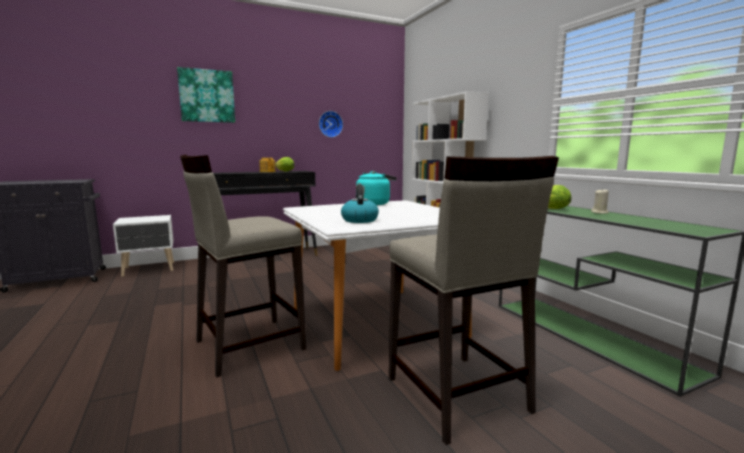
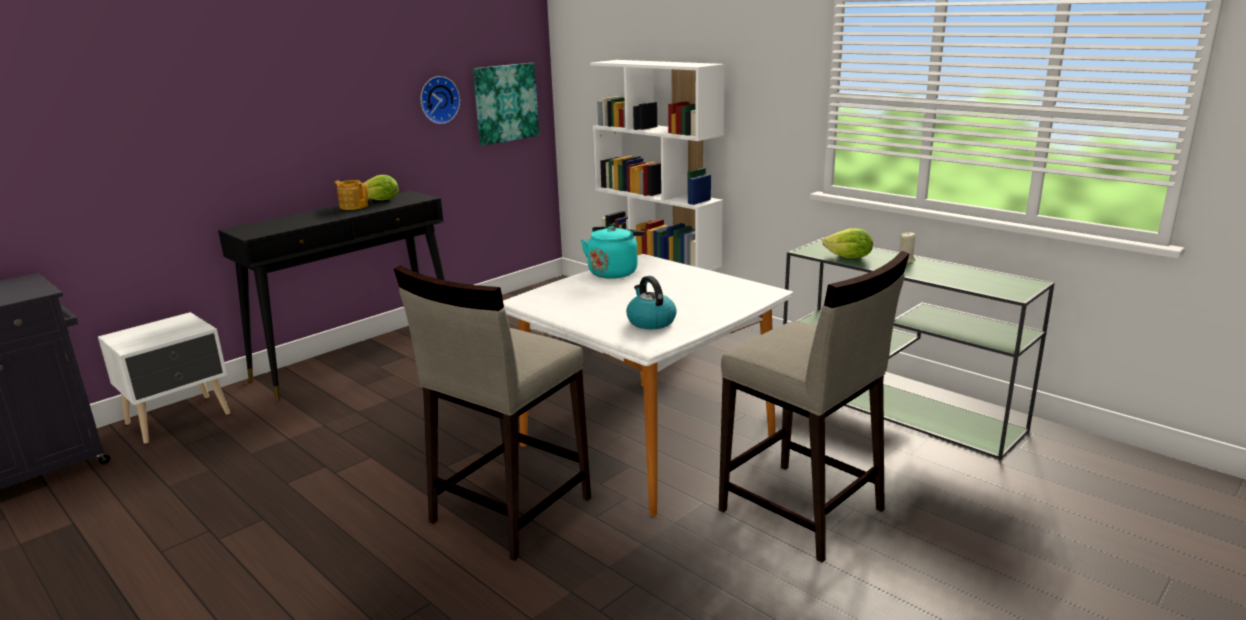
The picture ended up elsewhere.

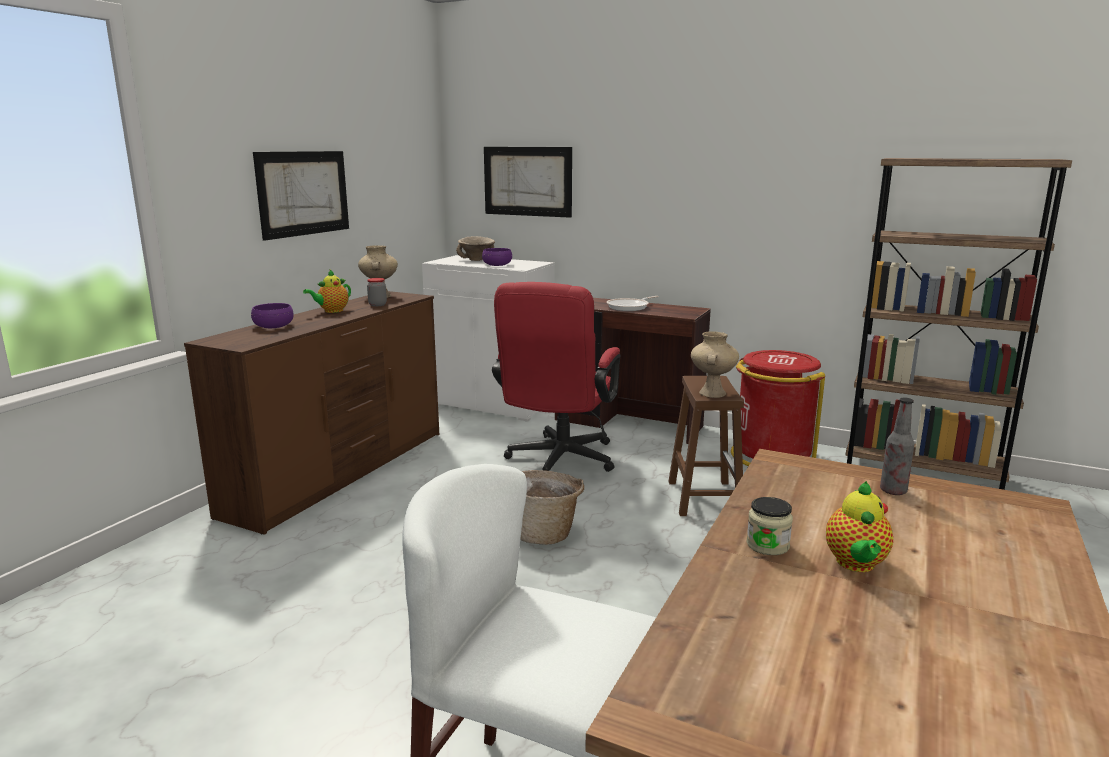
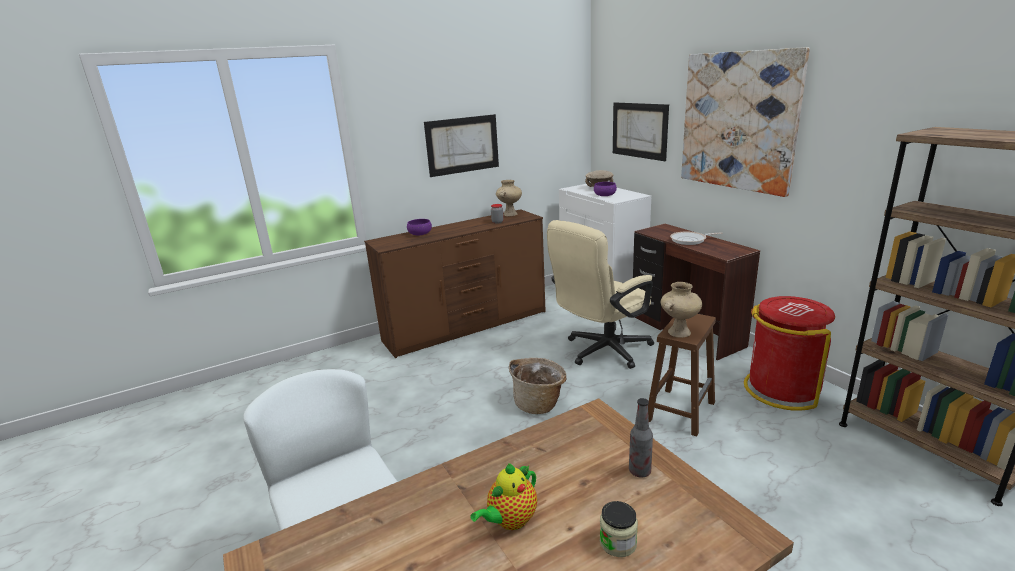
What was the red office chair turned into the beige office chair.
The jar (no. 2 from left) ended up elsewhere.
The second view gained the picture (no. 3 from left).
The second view lost the teapot (no. 1 from left).

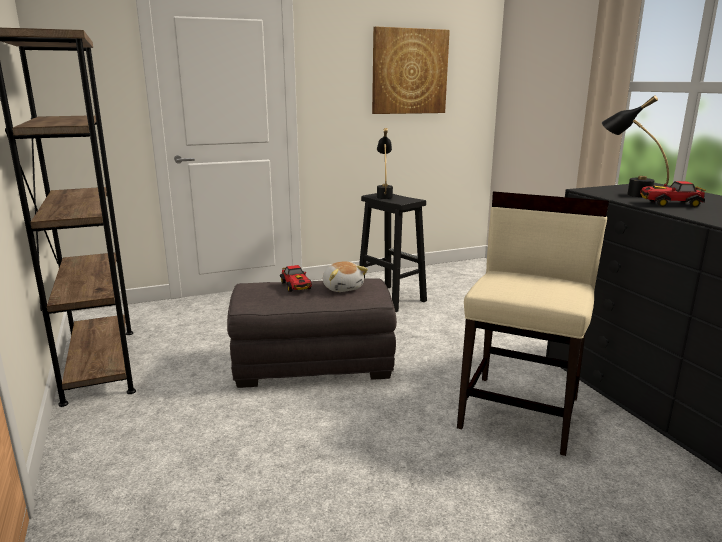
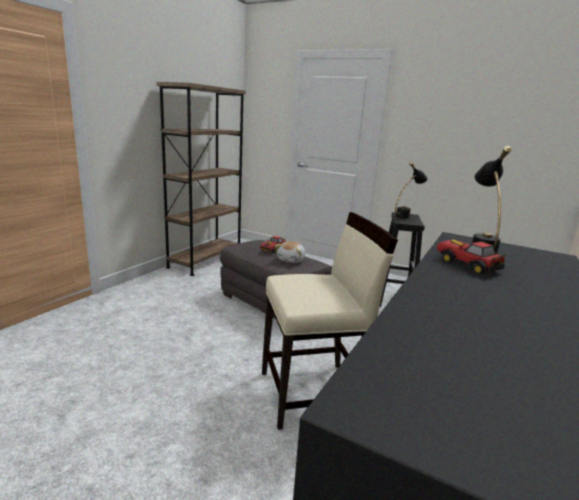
The second view lost the picture.

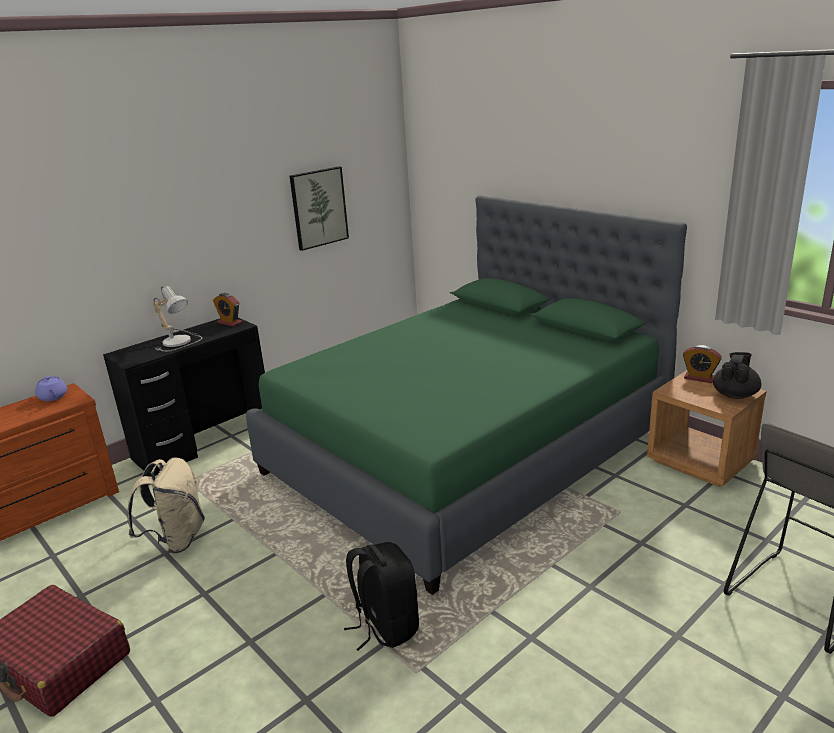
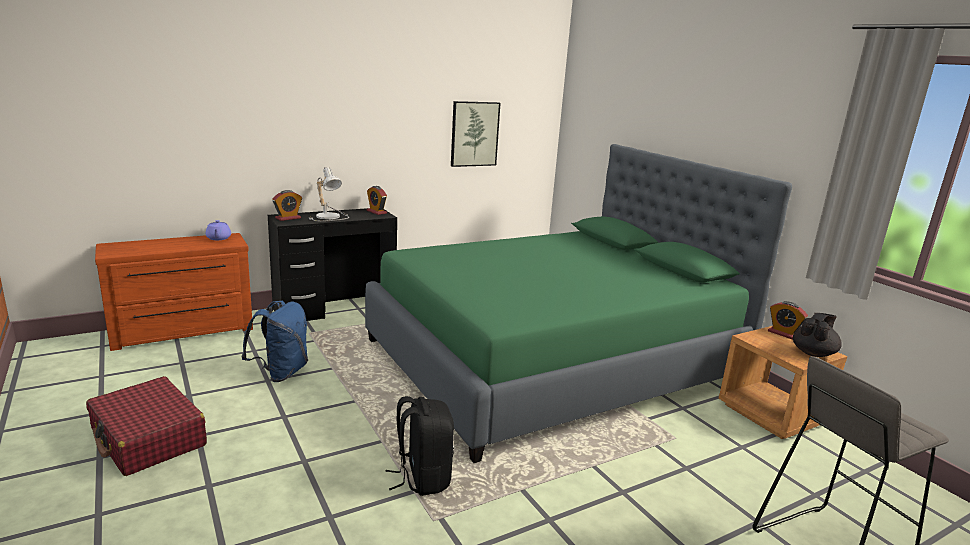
What was the beige backpack turned into the blue backpack.
The second view gained the alarm clock (no. 1 from left).

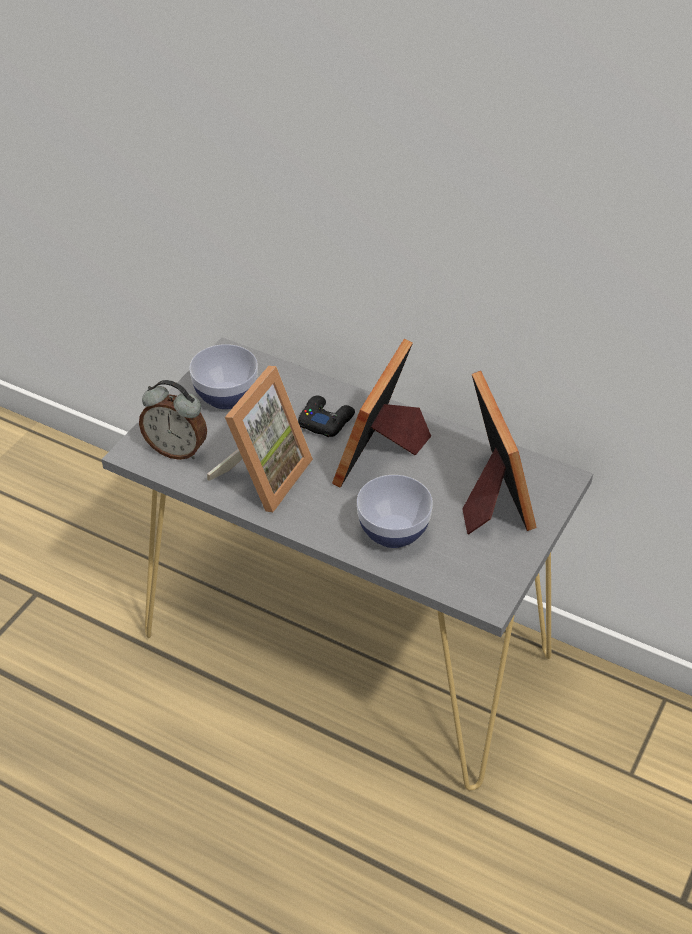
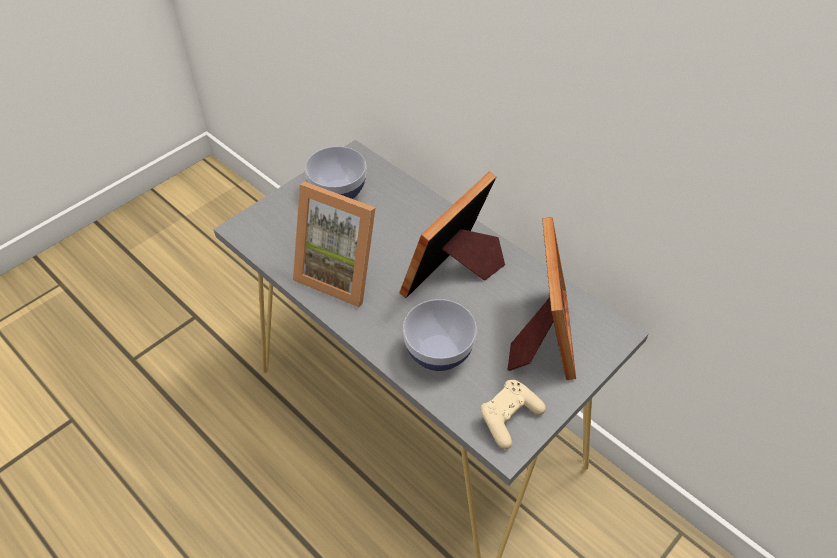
The picture frame (no. 1 from left) ended up facing another way, 75 degrees clockwise from before.
The second view gained the beige game controller.
The second view lost the alarm clock.
The second view lost the black game controller.

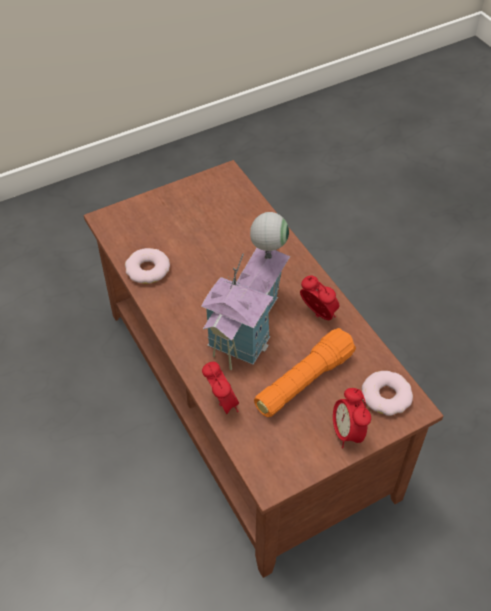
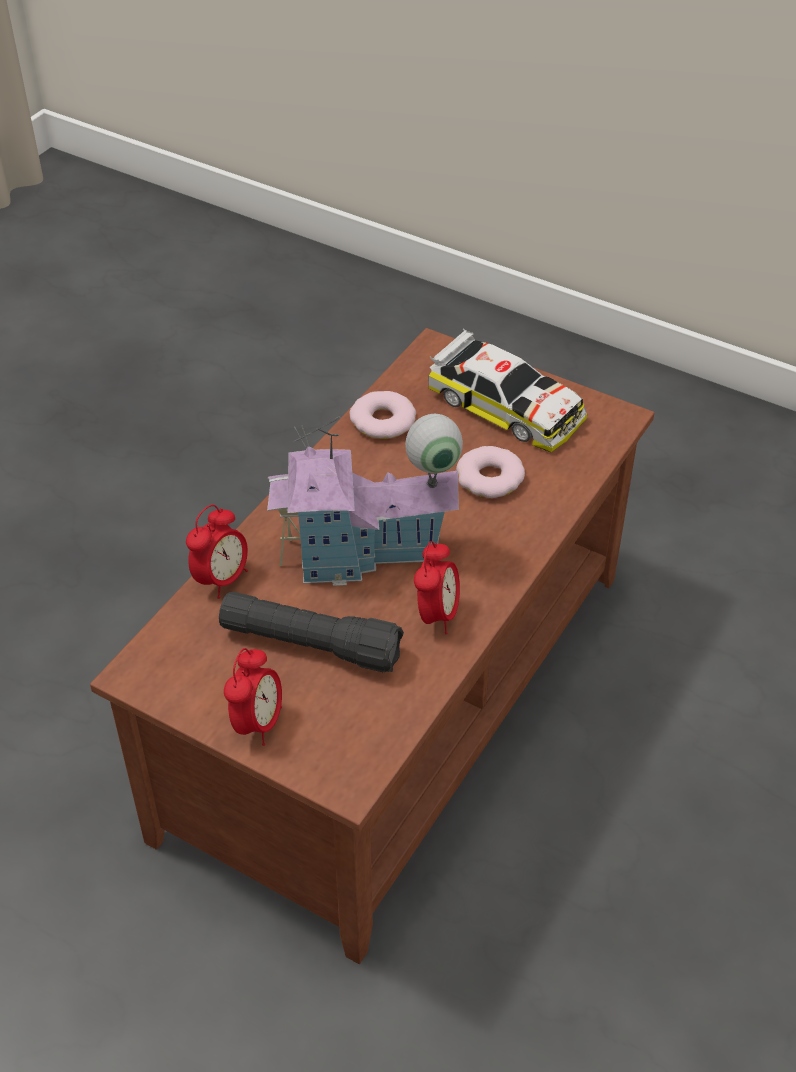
What was the orange flashlight turned into the black flashlight.
The alarm clock (no. 3 from left in the first image) ended up facing another way, 150 degrees clockwise from before.
The second view gained the toy car.
The donut (no. 2 from left) ended up elsewhere.

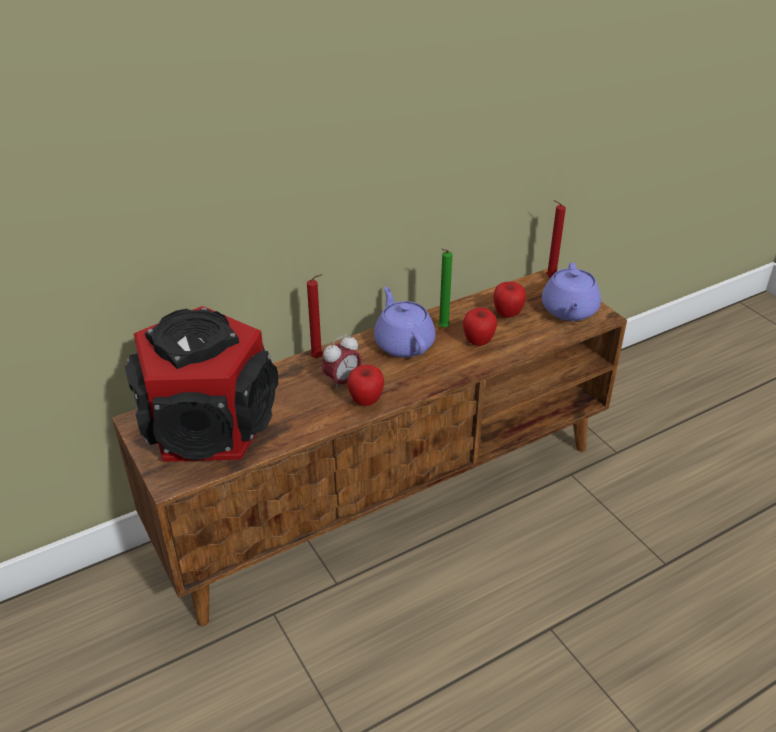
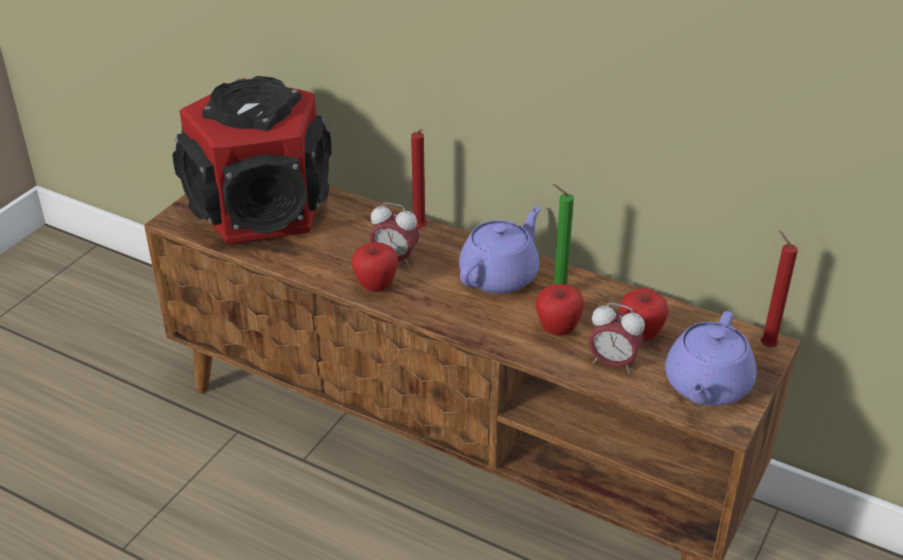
The second view gained the alarm clock (no. 2 from left).
The purple teapot (no. 2 from left) ended up facing another way, 45 degrees counterclockwise from before.

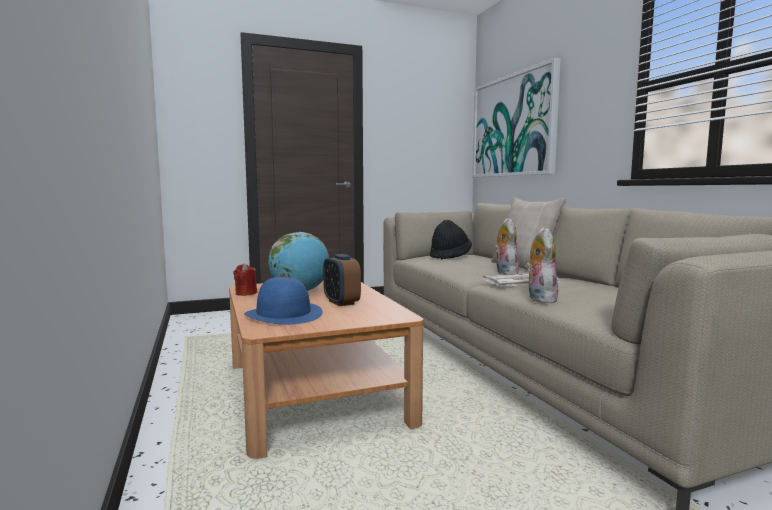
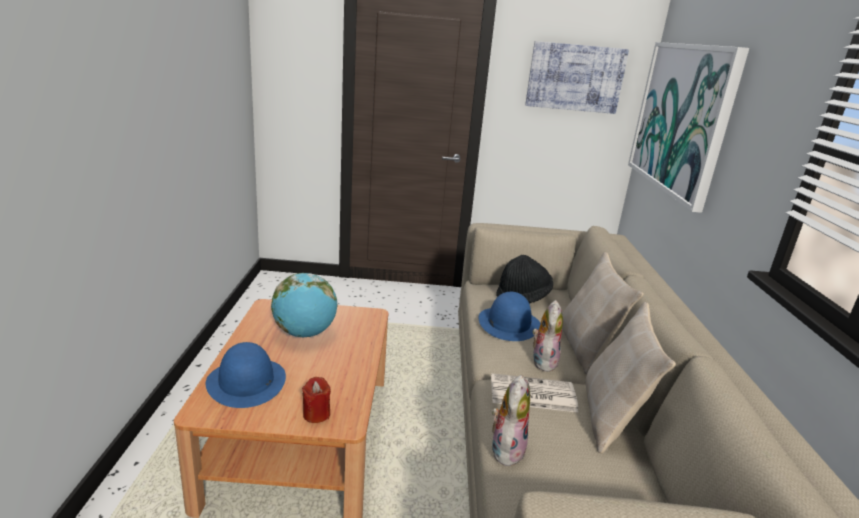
The red candle ended up elsewhere.
The second view gained the blue hat (no. 2 from left).
The second view gained the picture (no. 1 from left).
The second view gained the beige pillow (no. 2 from left).
The second view lost the alarm clock.

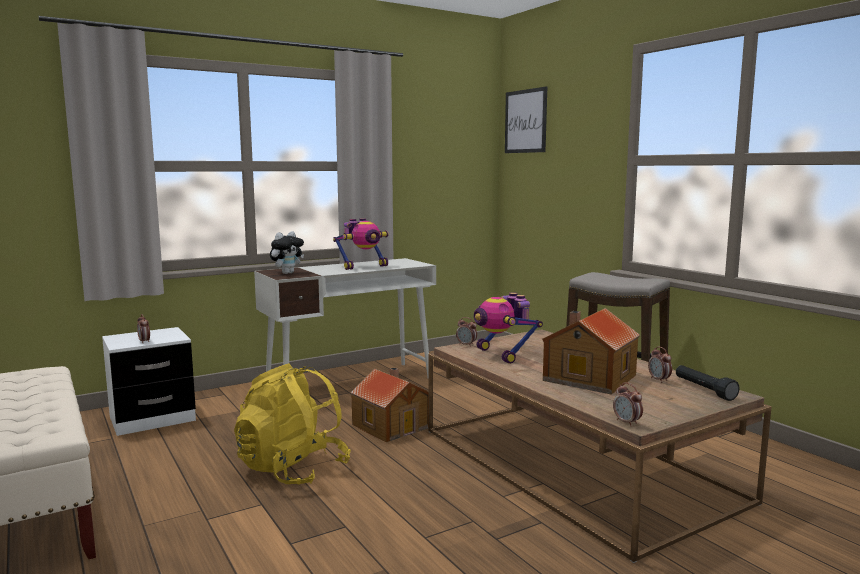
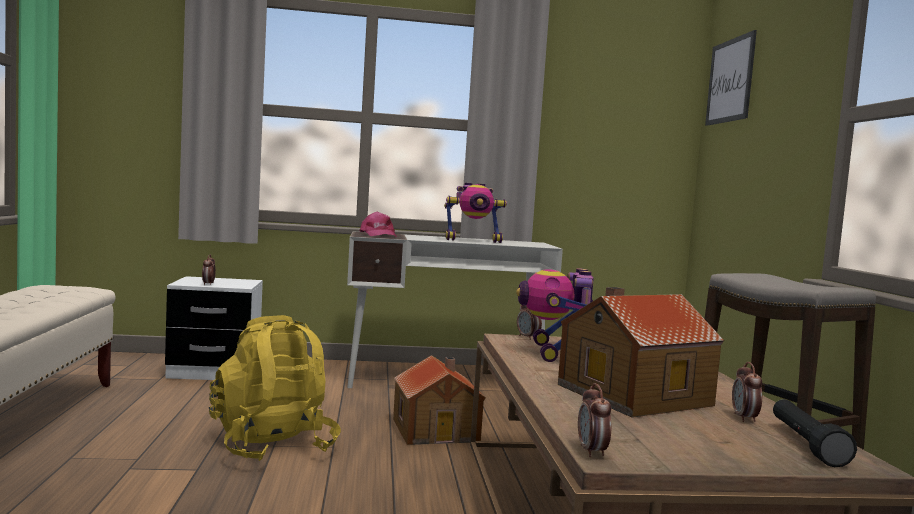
Where the plush toy stood, the pink cap came to stand.

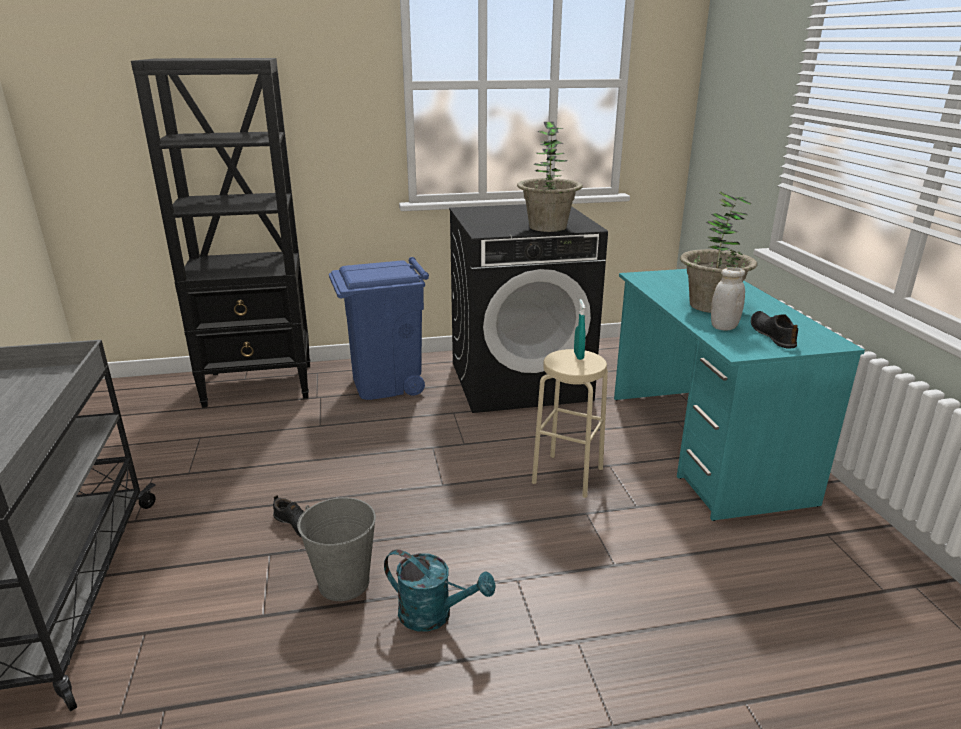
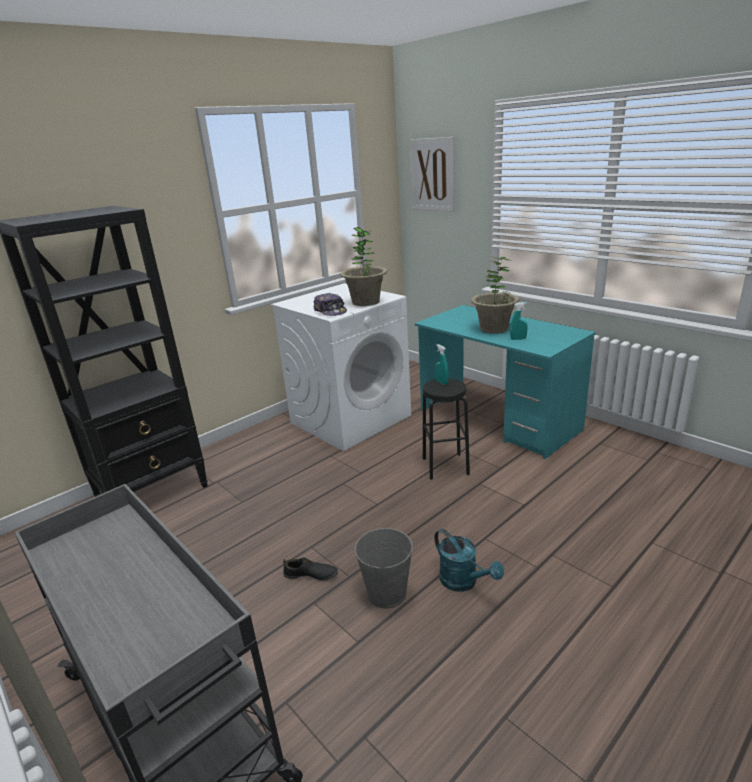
What was the black washing machine turned into the white washing machine.
The second view gained the cap.
The second view gained the picture.
What was the beige stool turned into the black stool.
The turquoise watering can ended up facing another way, 60 degrees clockwise from before.
Where the white jar stood, the turquoise spray bottle (no. 2 from left) came to stand.
The second view lost the blue trash can.
The second view lost the black shoe (no. 2 from left).

